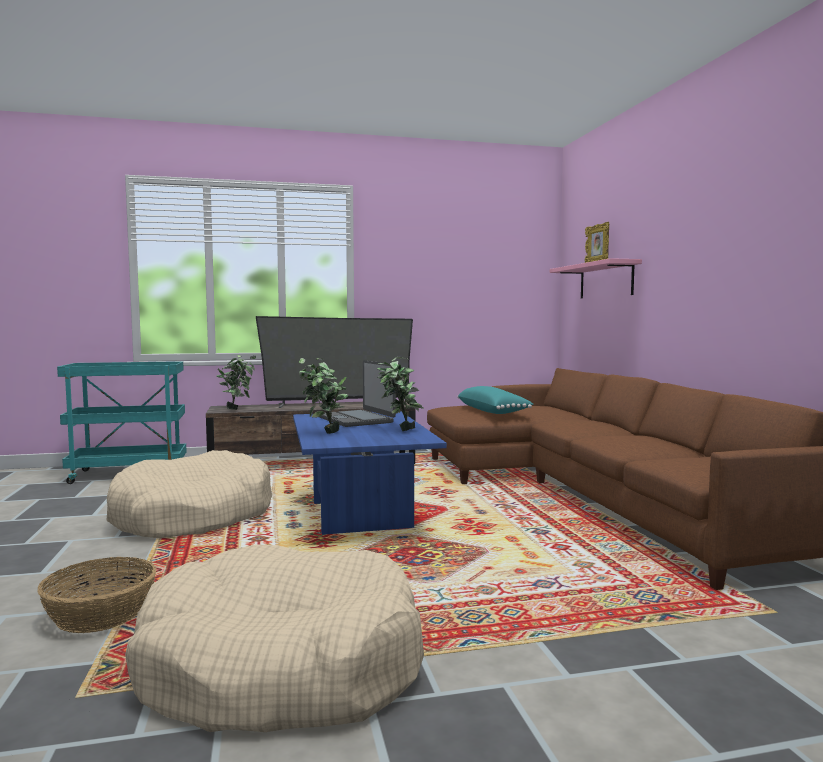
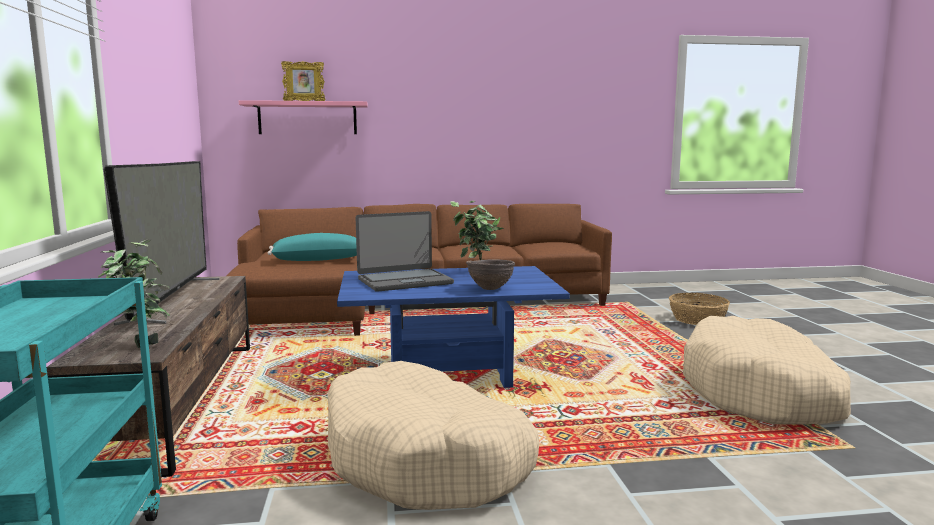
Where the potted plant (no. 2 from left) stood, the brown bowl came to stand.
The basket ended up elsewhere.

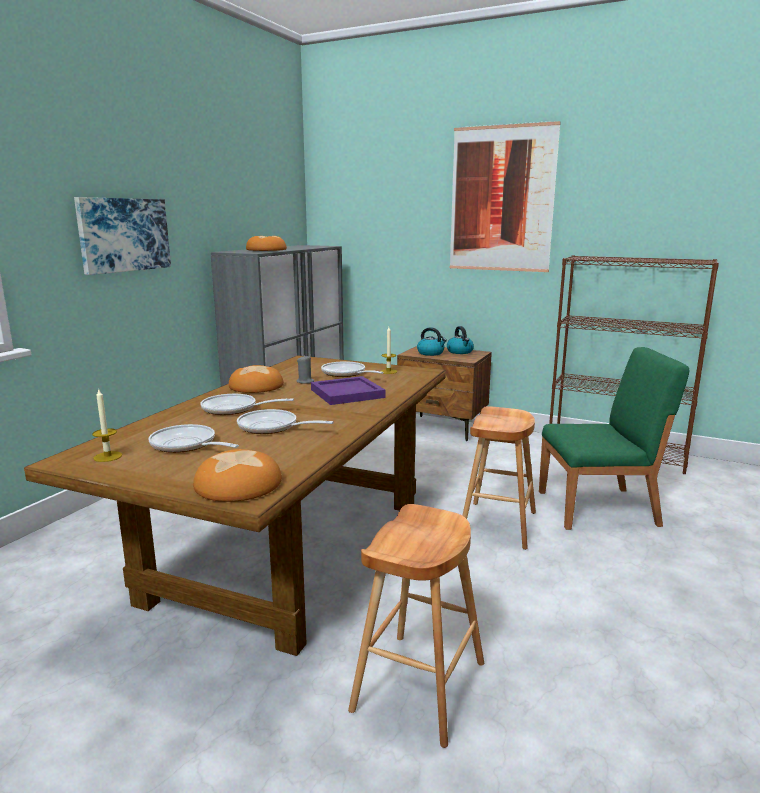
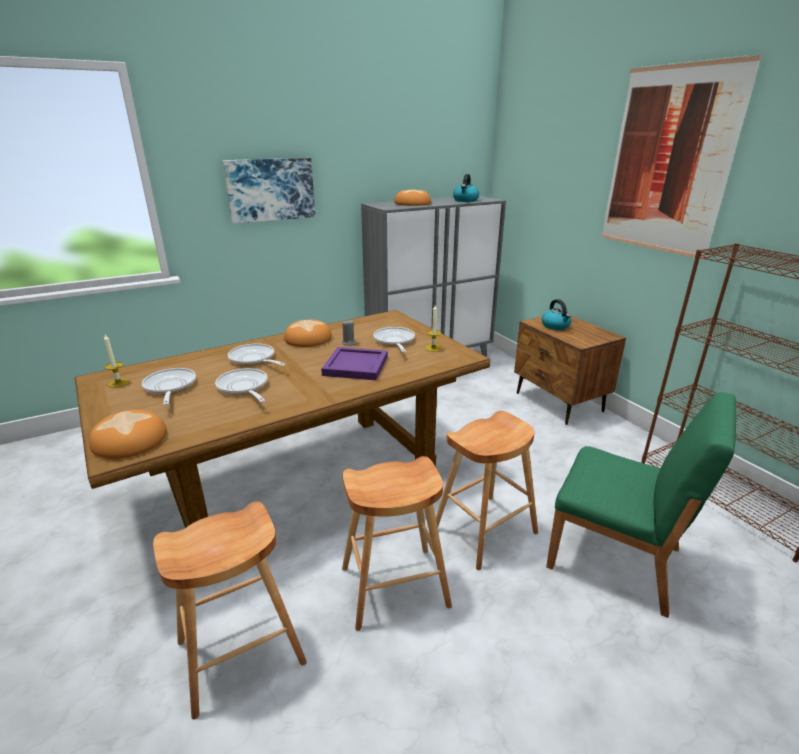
The second view gained the brown stool (no. 2 from left).
The kettle (no. 2 from left in the first image) ended up elsewhere.

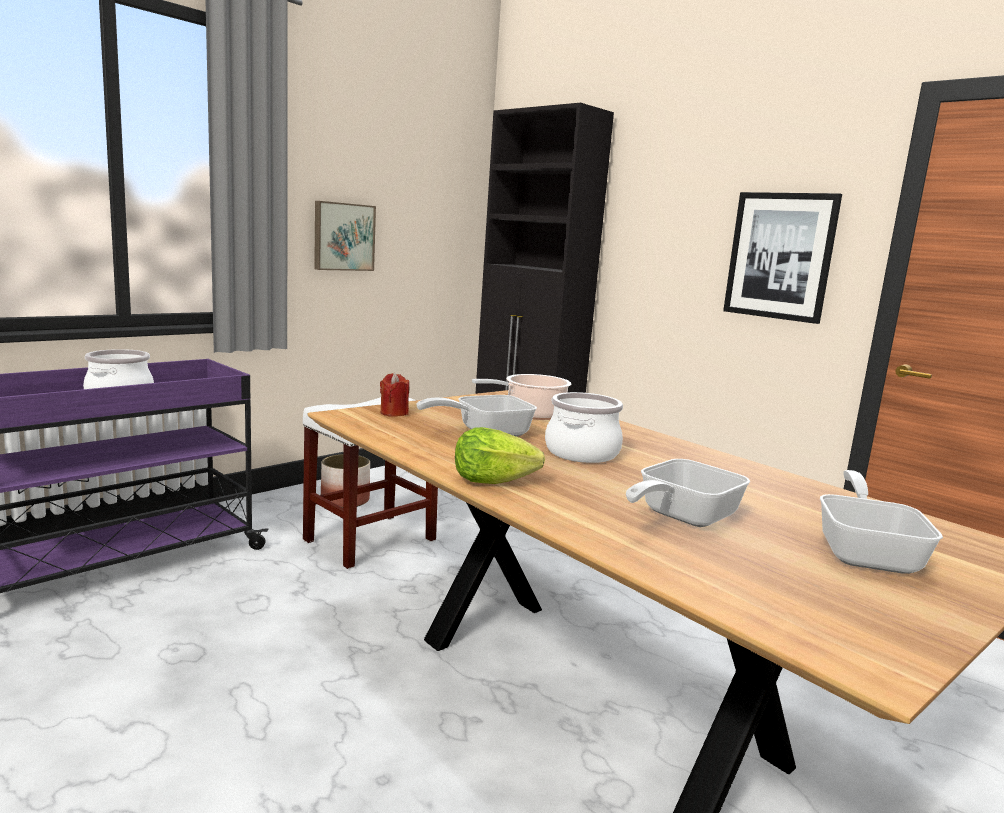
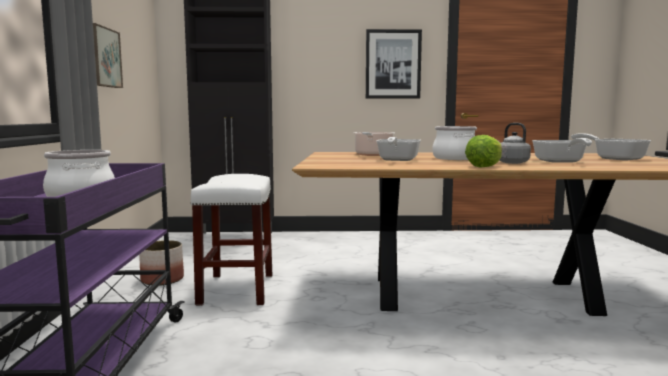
The second view gained the grey kettle.
The second view lost the red candle.

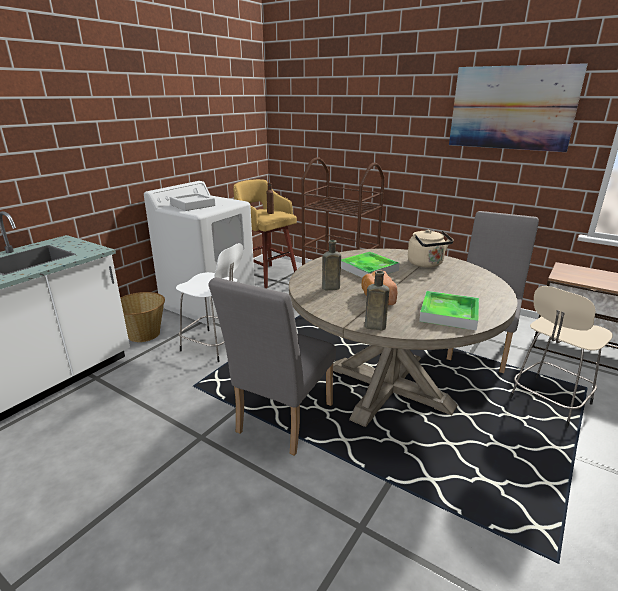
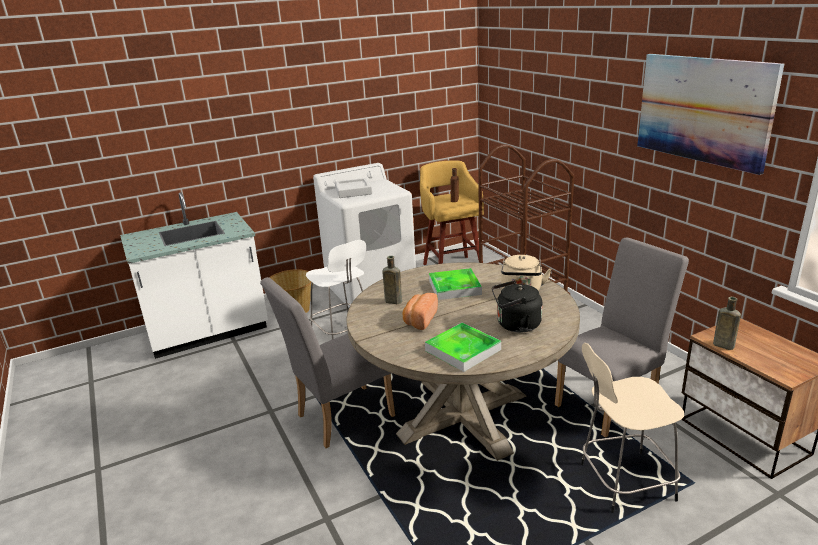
The second view gained the black kettle.
The brown bottle (no. 3 from left) ended up elsewhere.

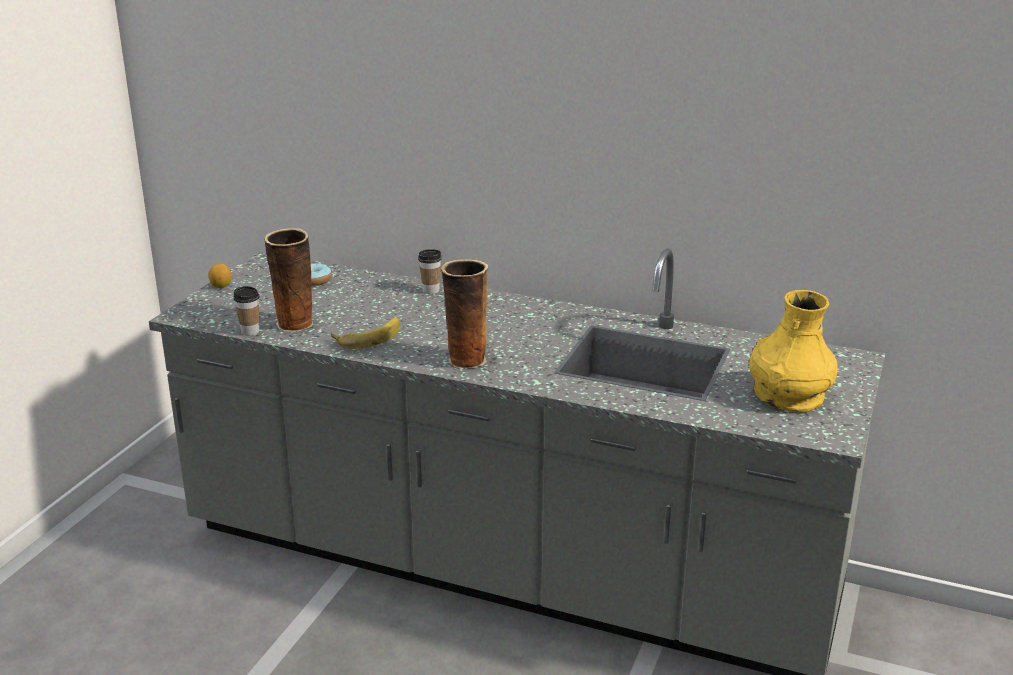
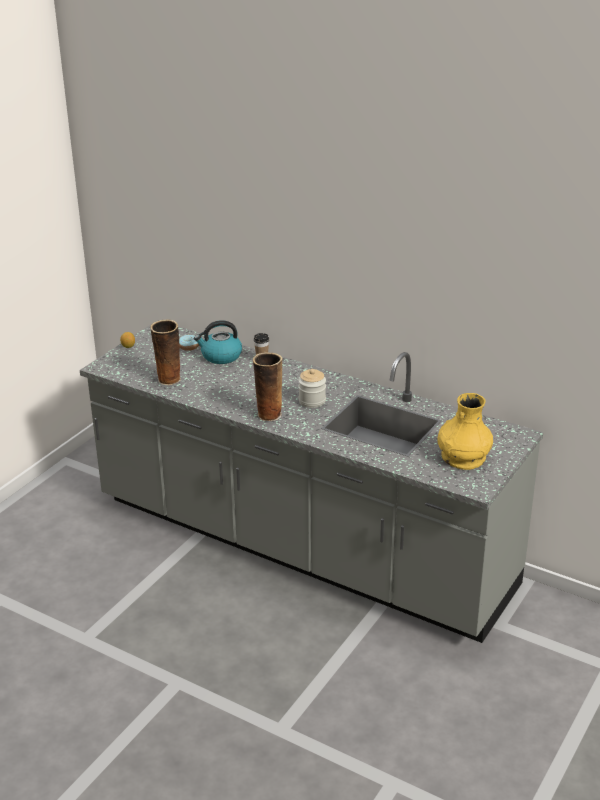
The second view gained the kettle.
The second view gained the jar.
The second view lost the cup (no. 1 from left).
The second view lost the banana.

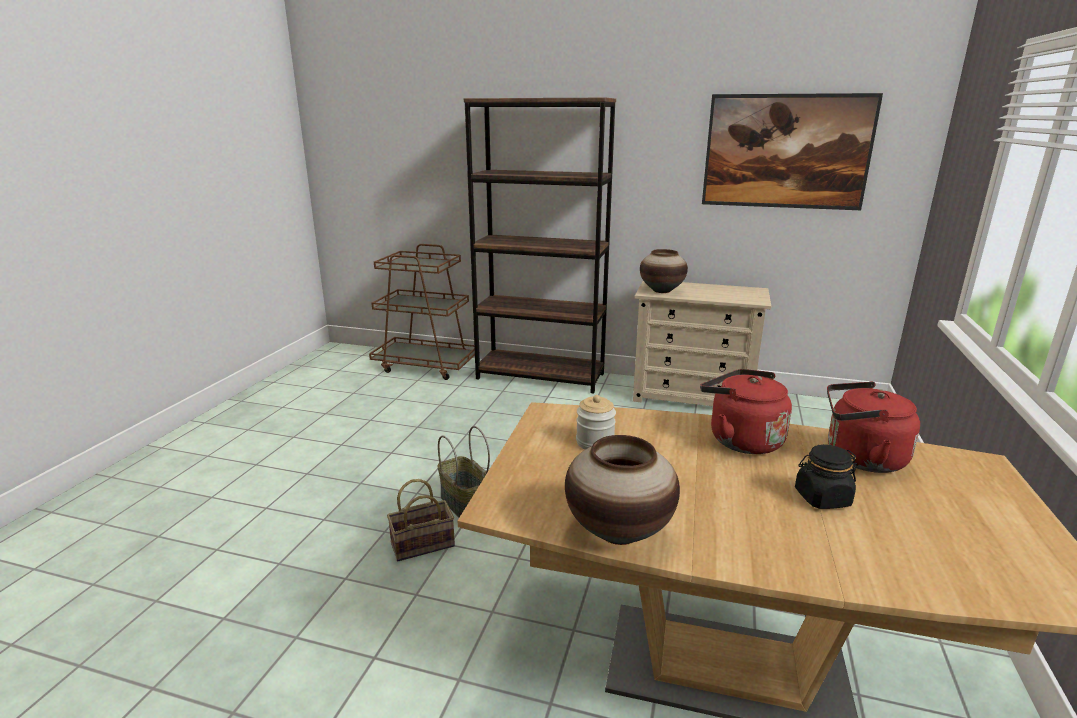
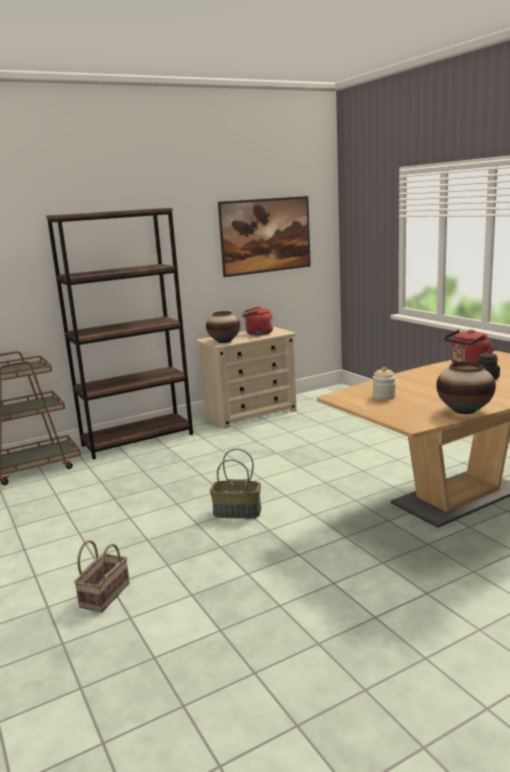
The basket (no. 1 from left) ended up elsewhere.
The red kettle (no. 1 from left) ended up elsewhere.

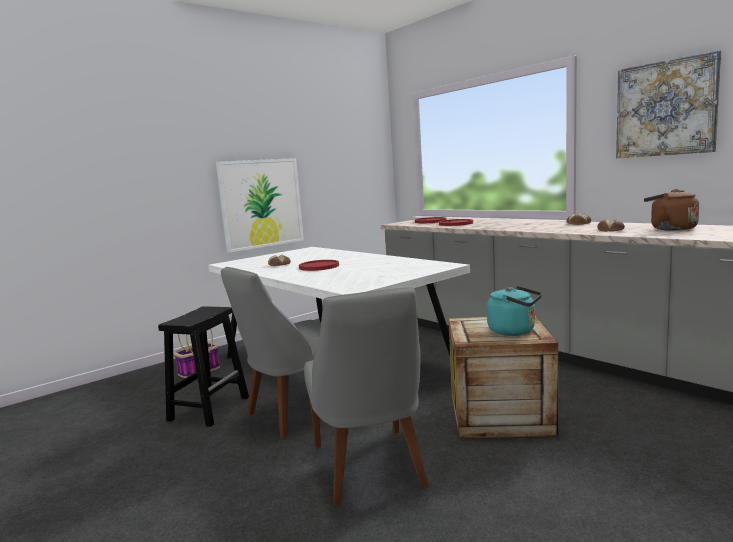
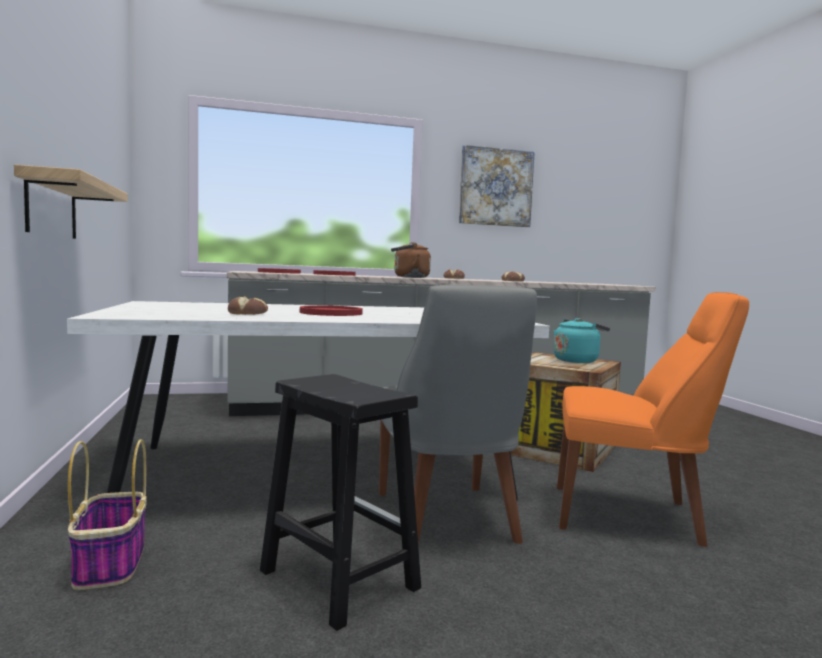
Where the picture (no. 1 from left) hung, the shelf came to hang.
The brown kettle ended up elsewhere.
What was the grey chair (no. 2 from left) turned into the orange chair.

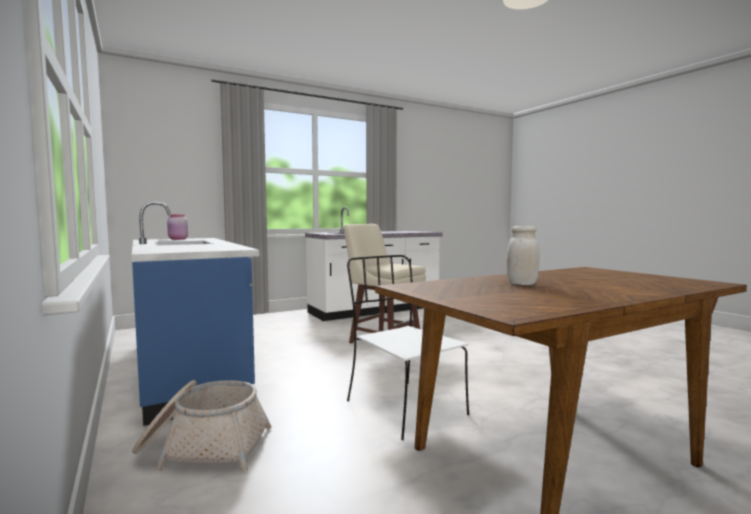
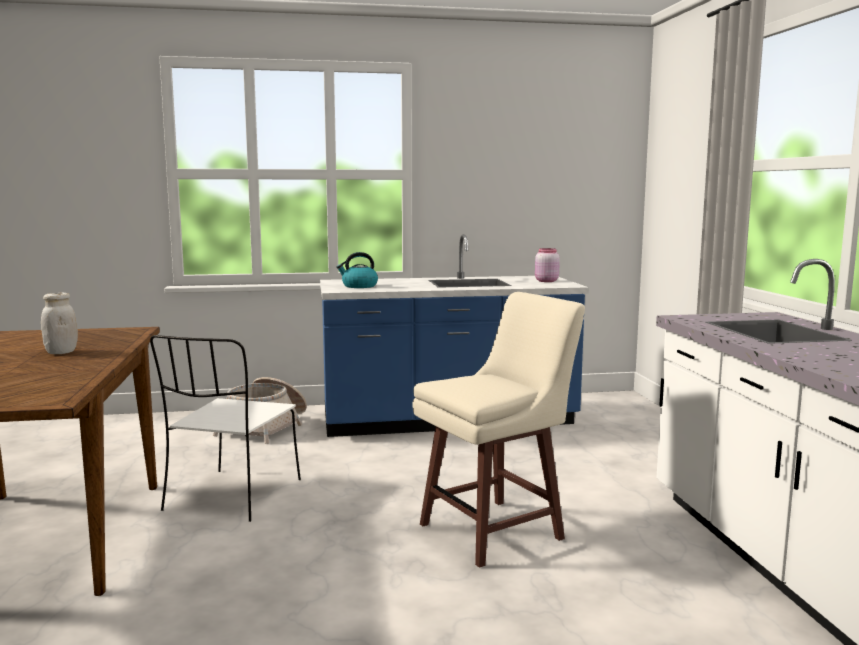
The white chair ended up facing another way, 120 degrees clockwise from before.
The second view gained the kettle.

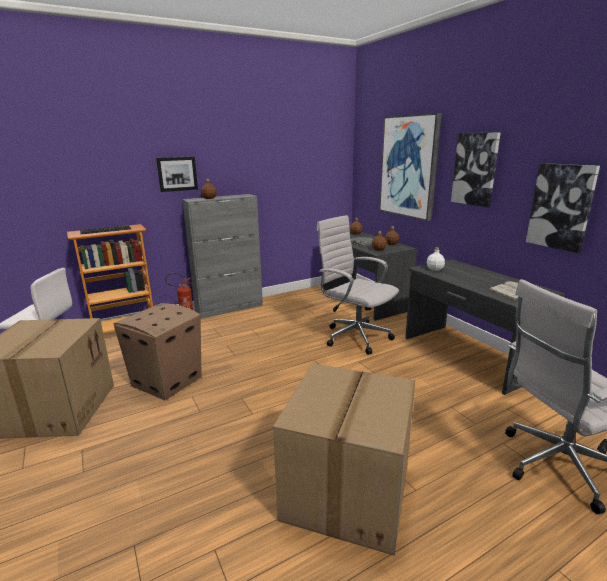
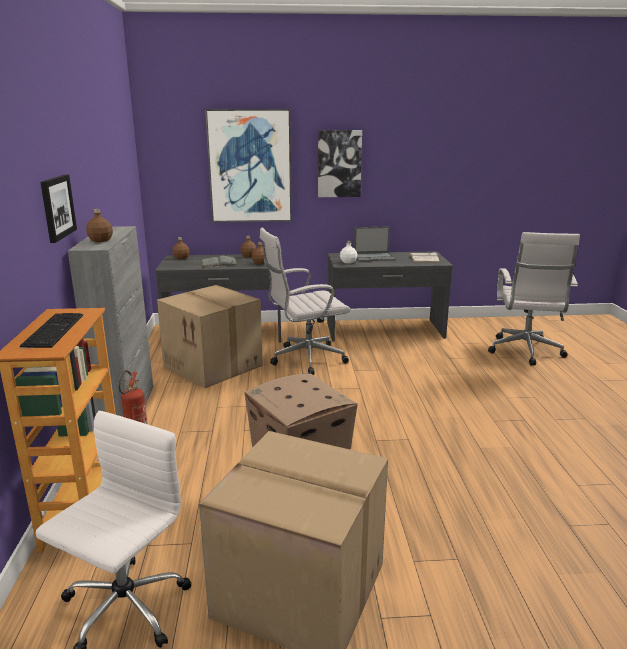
The cardboard box (no. 3 from left in the first image) ended up elsewhere.
The second view gained the laptop.
The second view lost the picture (no. 4 from left).

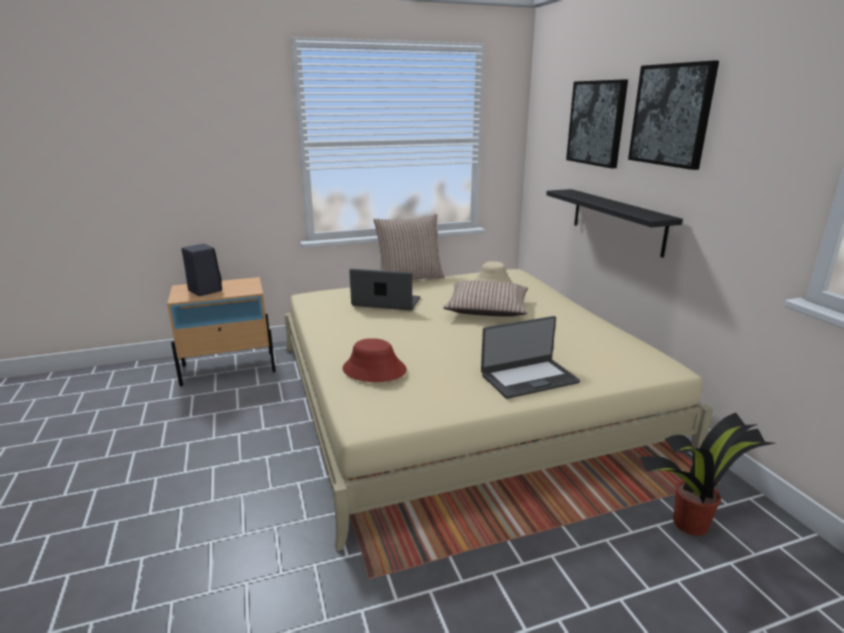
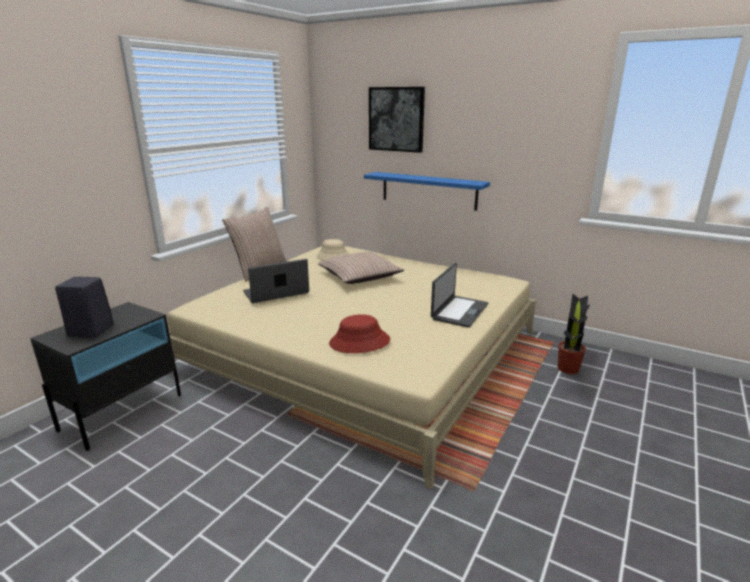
What was the beige nightstand turned into the black nightstand.
What was the black shelf turned into the blue shelf.
The second view lost the picture (no. 2 from left).

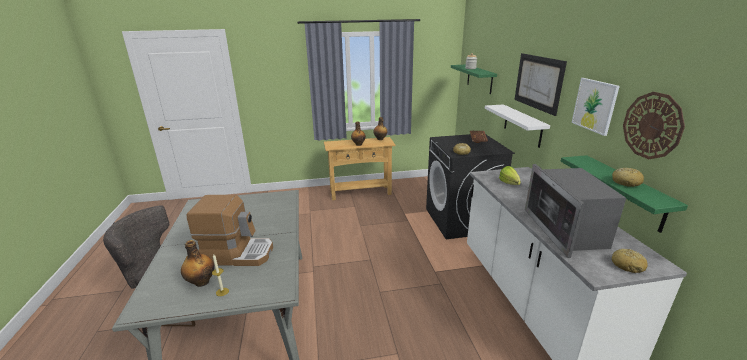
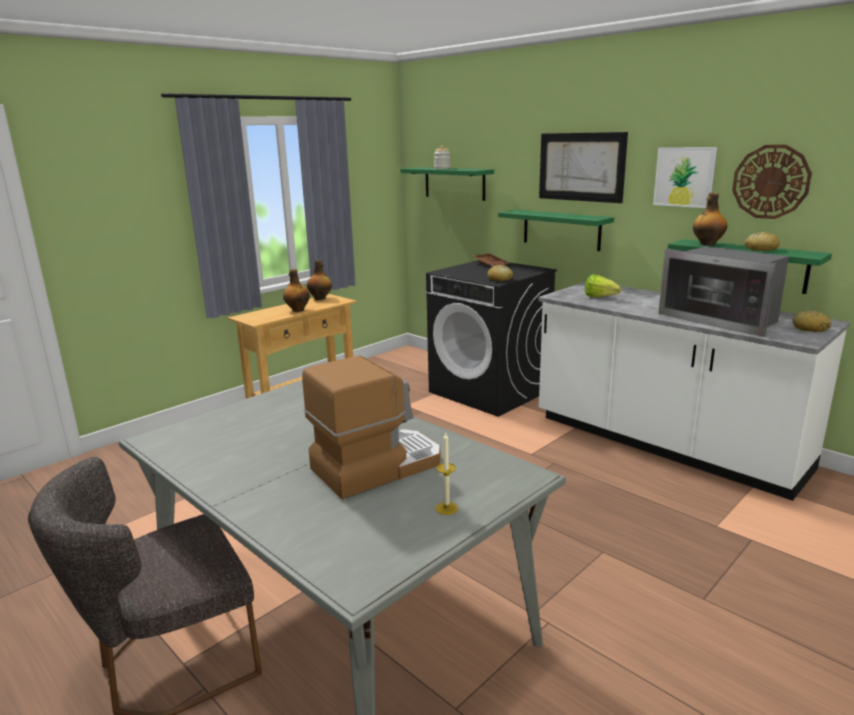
What was the white shelf turned into the green shelf (no. 2 from left).
The bottle (no. 1 from left in the first image) ended up elsewhere.

